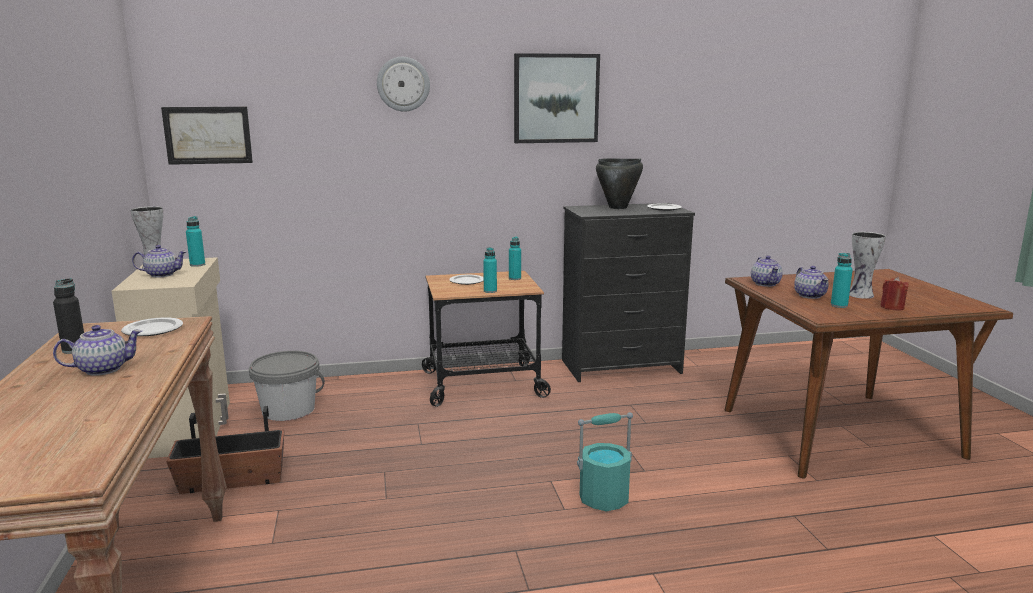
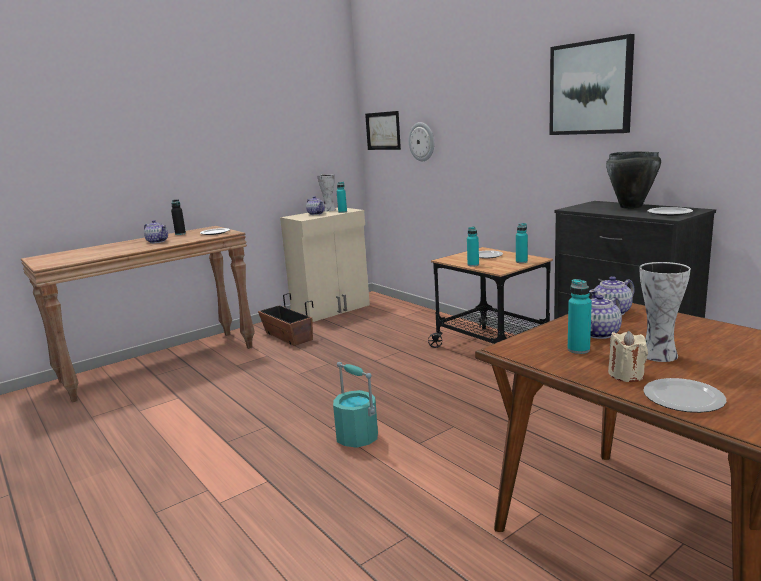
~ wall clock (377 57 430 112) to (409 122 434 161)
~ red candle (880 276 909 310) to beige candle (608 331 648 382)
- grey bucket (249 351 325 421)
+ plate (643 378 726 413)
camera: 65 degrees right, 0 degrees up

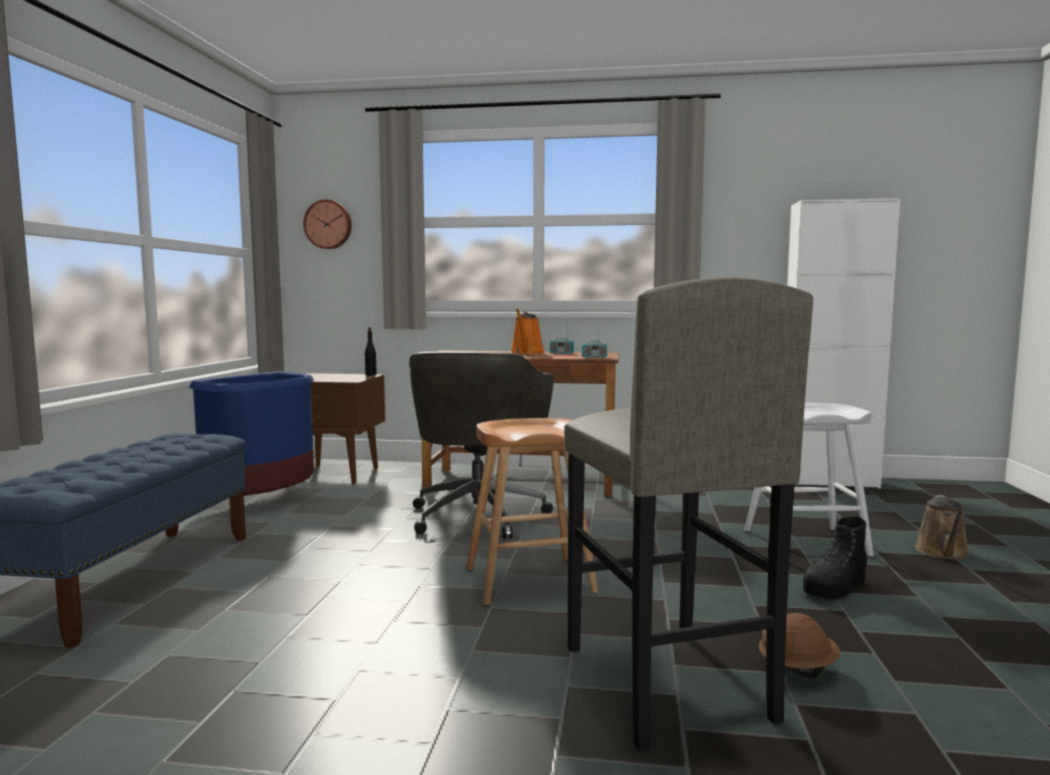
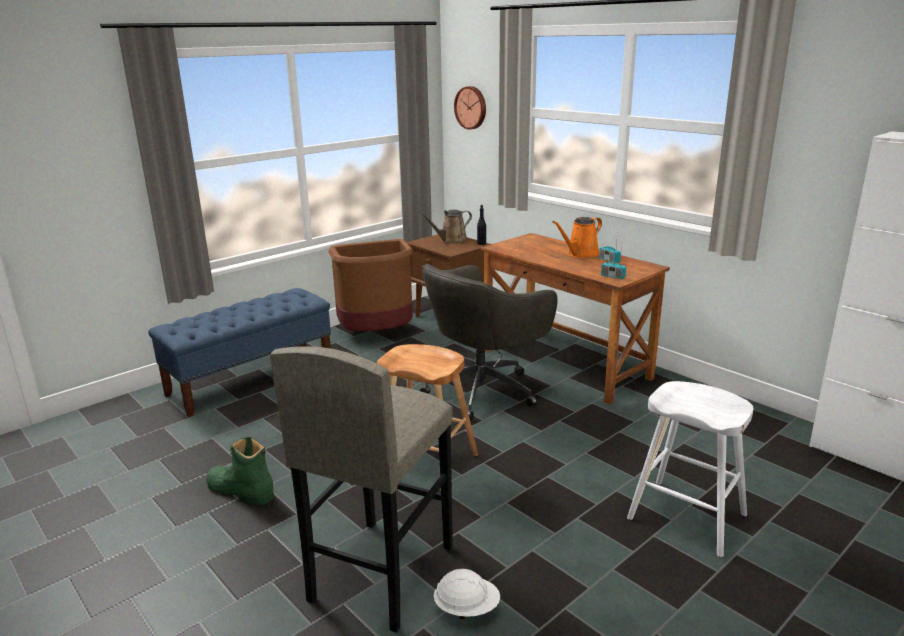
~ blue trash can (189 371 314 496) to brown trash can (328 239 413 331)
~ brown watering can (915 495 970 560) to (419 209 472 243)
- black boot (803 516 867 599)
~ brown hard hat (759 613 840 678) to white hard hat (434 569 500 620)
+ green boot (206 437 274 505)
camera: 40 degrees right, 15 degrees up

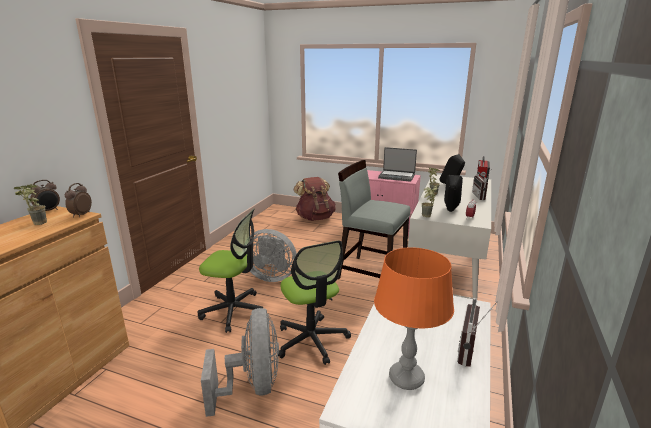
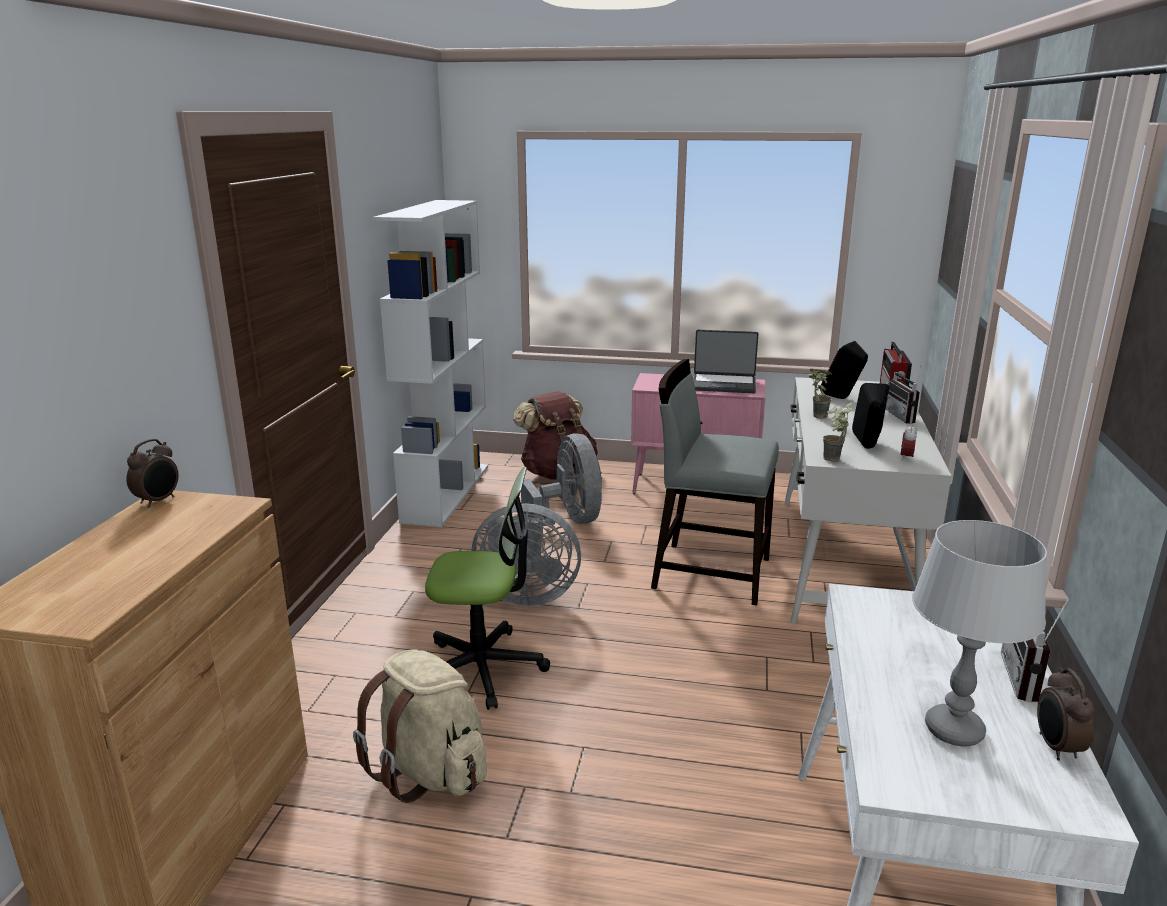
~ alarm clock (65 183 92 218) to (1037 668 1095 761)
- potted plant (14 184 47 225)
- office chair (278 240 351 365)
~ orange table lamp (374 247 454 390) to grey table lamp (912 520 1047 747)
~ grey fan (201 308 279 417) to (521 433 602 542)
+ white bookcase (373 200 488 527)
+ beige backpack (353 649 487 803)
camera: 10 degrees left, 0 degrees up

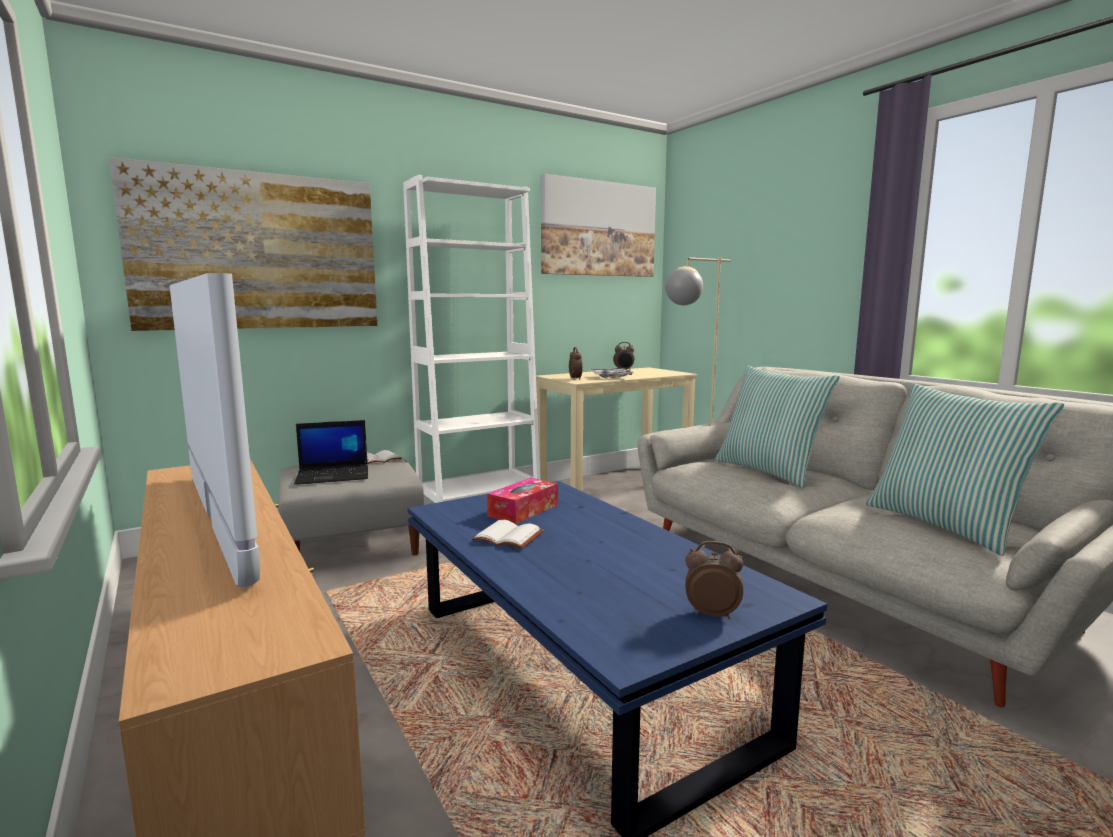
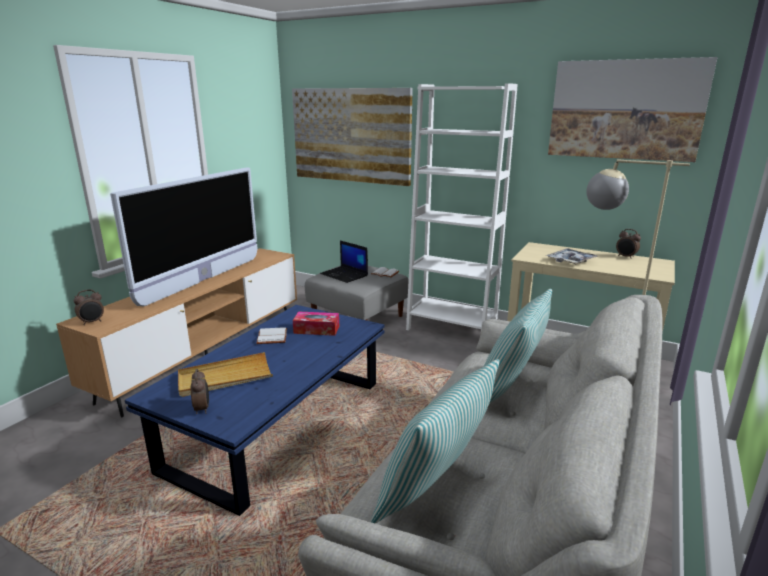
~ alarm clock (569 347 583 380) to (74 289 104 325)
+ beige tray (178 352 273 397)
camera: 60 degrees right, 10 degrees up

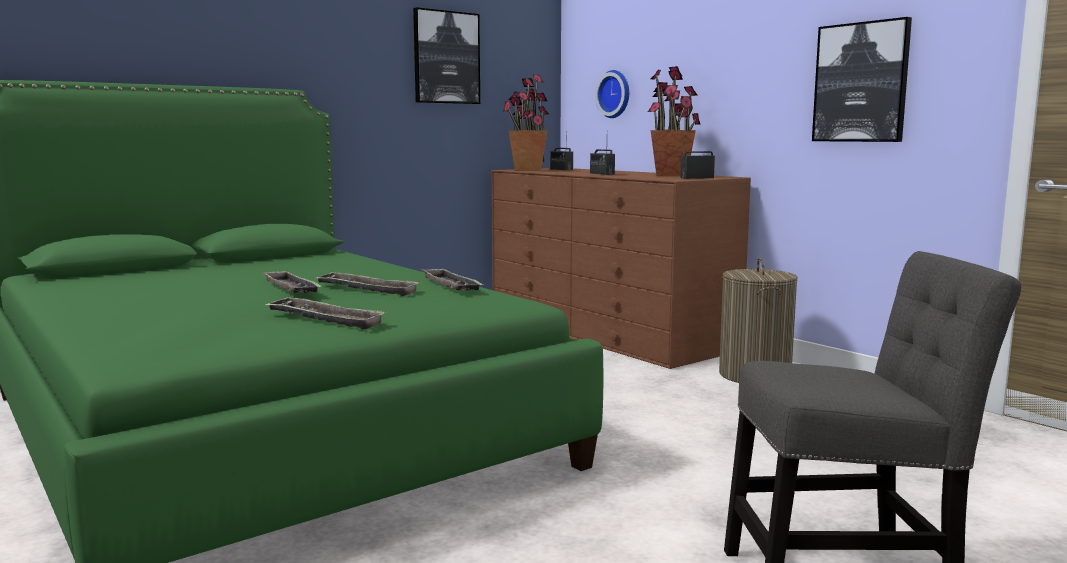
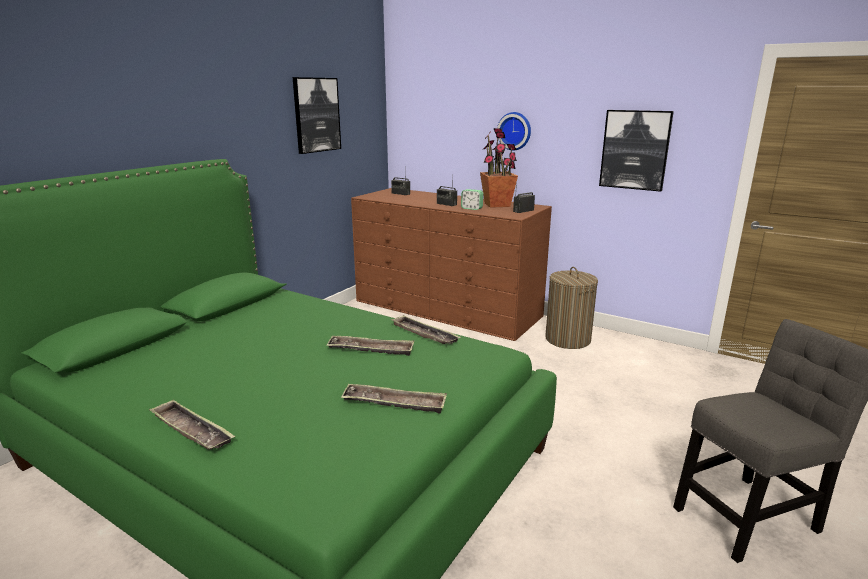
~ wall clock (595 70 629 118) to (497 112 531 151)
- potted plant (503 74 549 171)
~ tray (262 271 322 293) to (149 399 235 450)
+ alarm clock (461 189 483 210)
camera: 20 degrees left, 10 degrees up

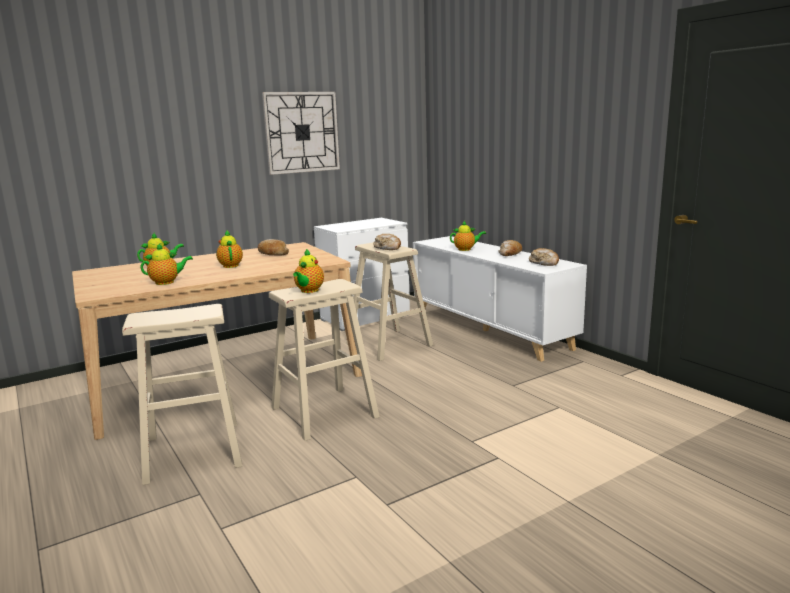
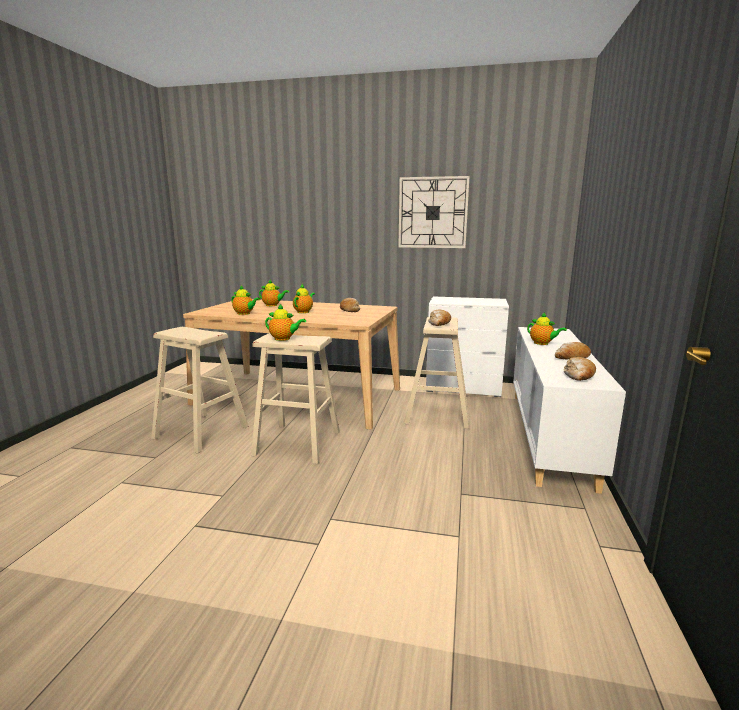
~ teapot (293 249 324 293) = (265 304 306 341) 135 degrees counterclockwise
camera: 45 degrees right, 0 degrees up

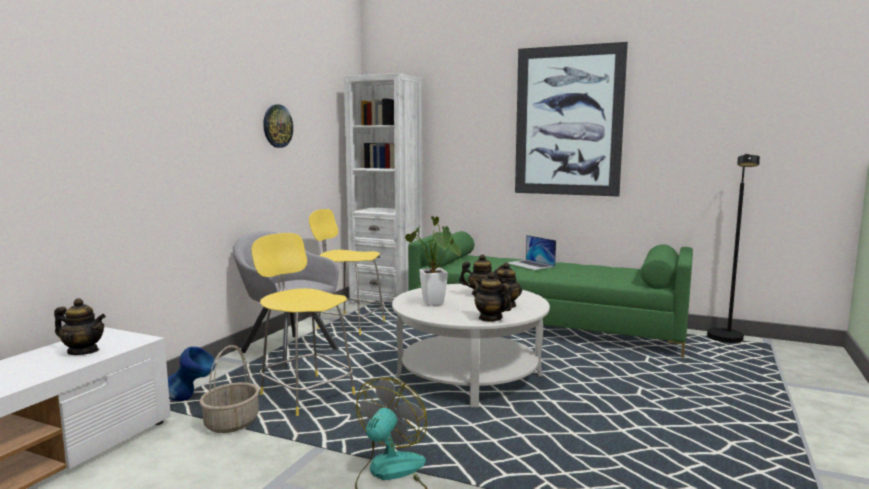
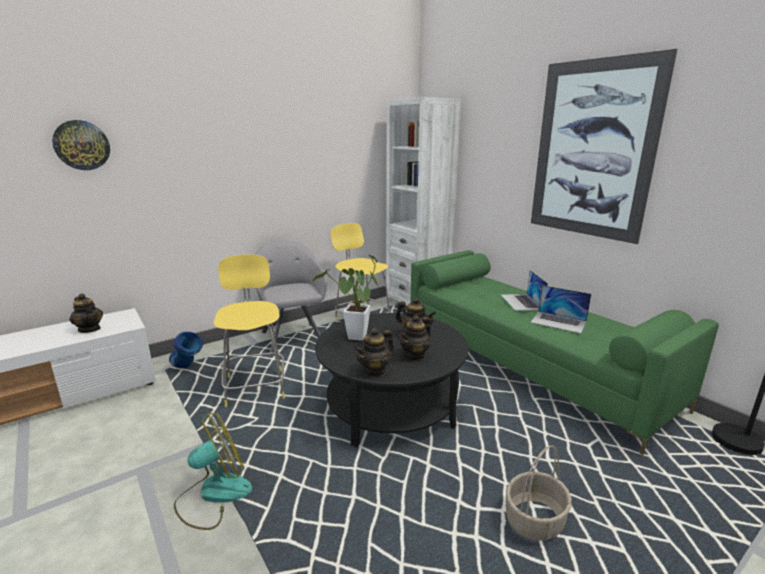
~ wall clock (263 104 293 148) to (52 120 110 170)
~ teapot (472 272 512 322) = (354 328 394 377) 120 degrees counterclockwise
~ white coffee table (392 284 550 407) to black coffee table (315 313 468 447)
~ basket (200 345 260 433) to (506 445 572 541)
+ laptop (530 285 591 333)
camera: 30 degrees right, 10 degrees up

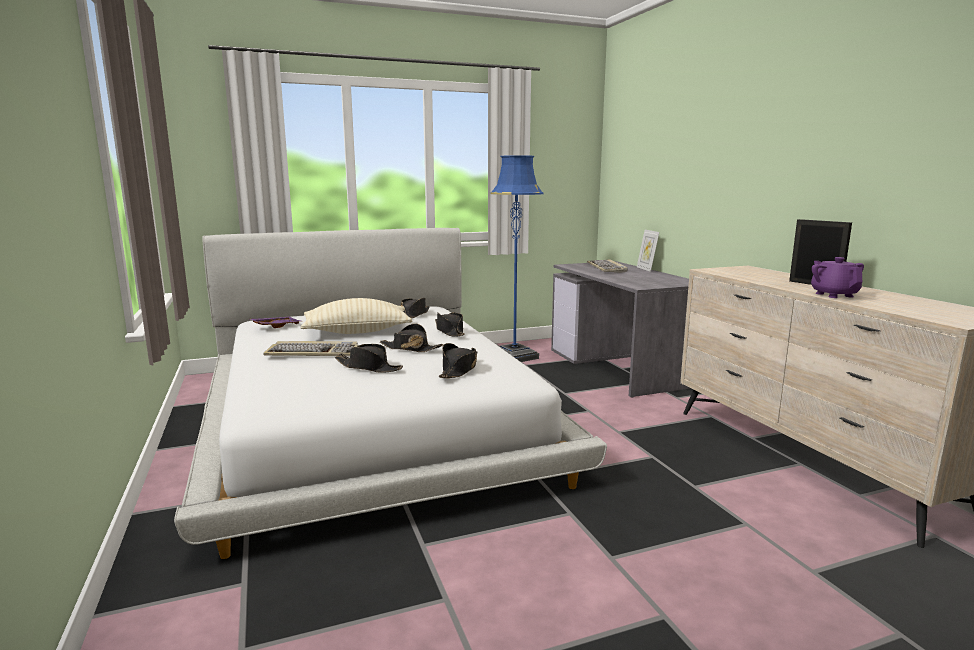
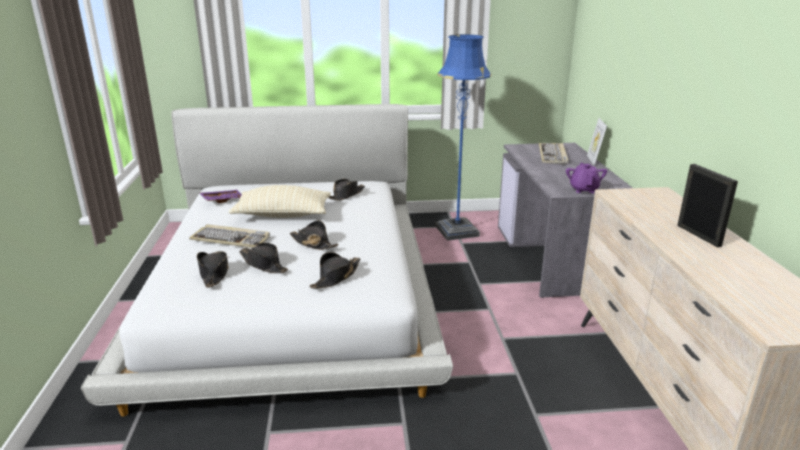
~ purple teapot (811 257 864 298) to (566 163 607 193)
~ black hat (435 312 465 337) to (197 251 229 288)
camera: 15 degrees right, 10 degrees up

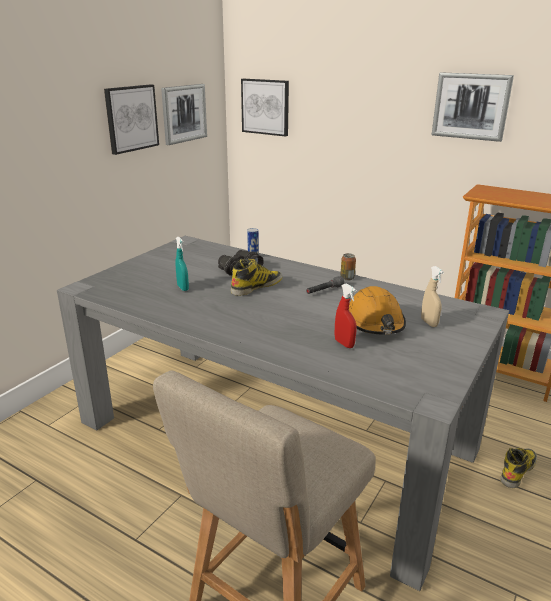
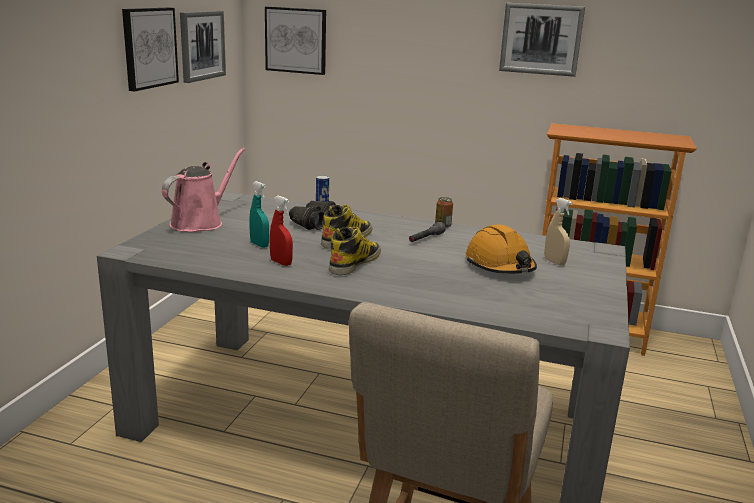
~ red spray bottle (335 284 357 348) to (270 196 293 266)
~ boot (500 448 537 488) to (329 227 381 275)
+ pink watering can (162 148 245 232)
camera: 15 degrees left, 5 degrees down

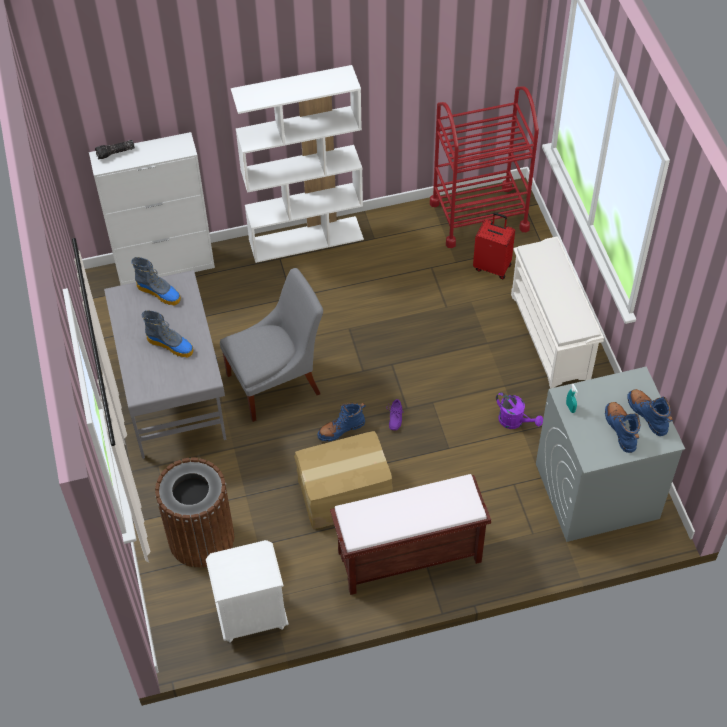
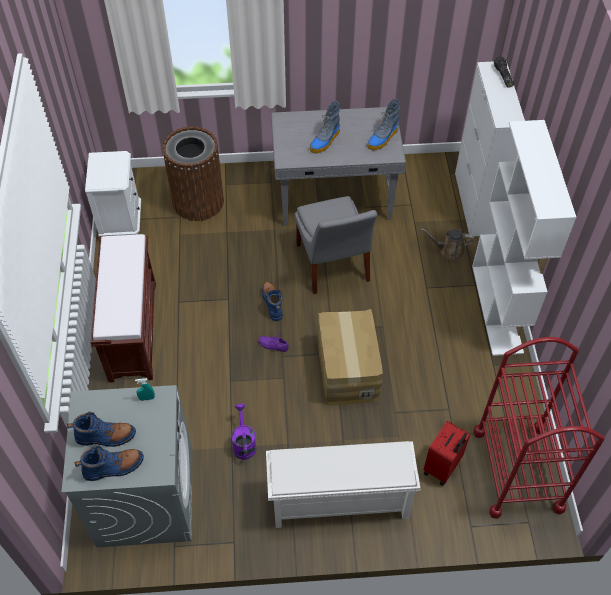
~ purple watering can (496 392 543 429) = (232 404 257 460) 120 degrees clockwise
~ cardboard box (294 431 393 529) to (318 309 383 406)
+ brown watering can (421 228 474 260)
camera: 100 degrees right, 0 degrees up

